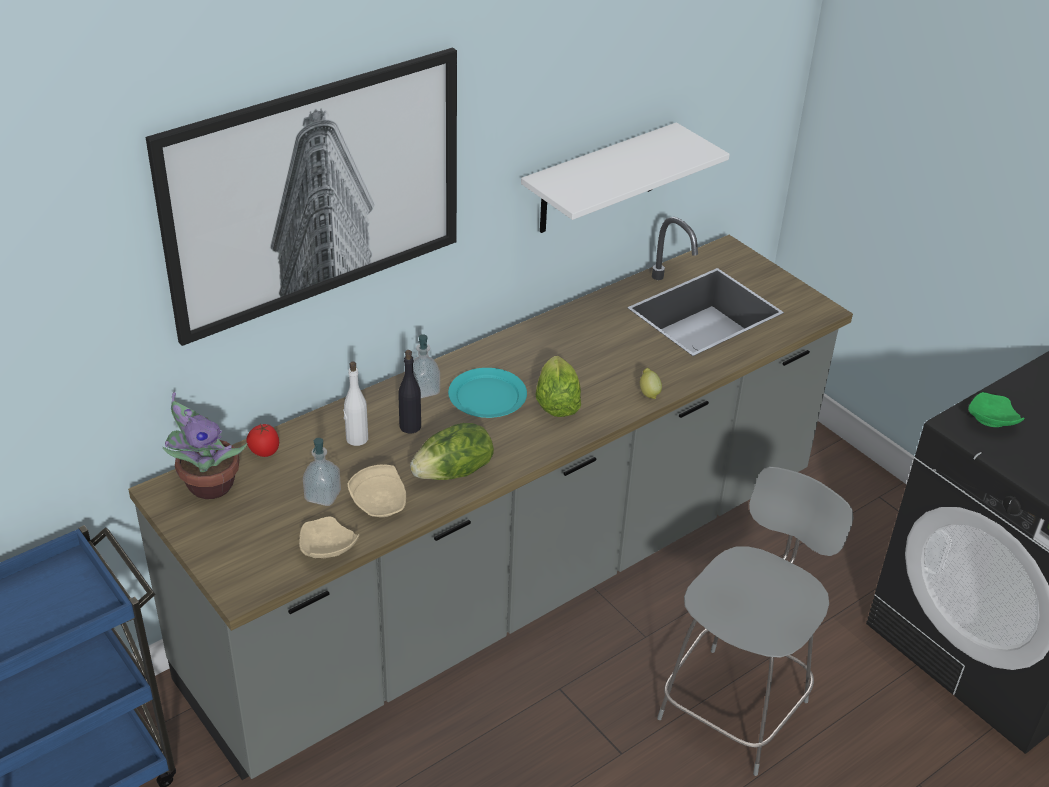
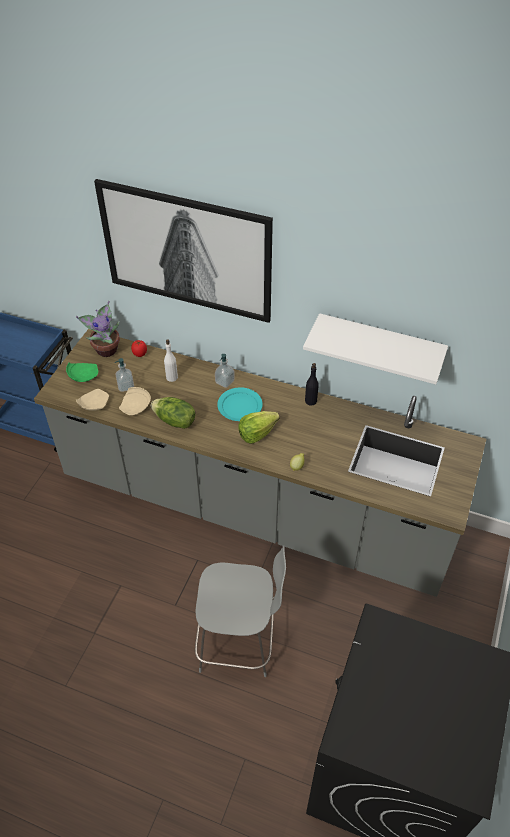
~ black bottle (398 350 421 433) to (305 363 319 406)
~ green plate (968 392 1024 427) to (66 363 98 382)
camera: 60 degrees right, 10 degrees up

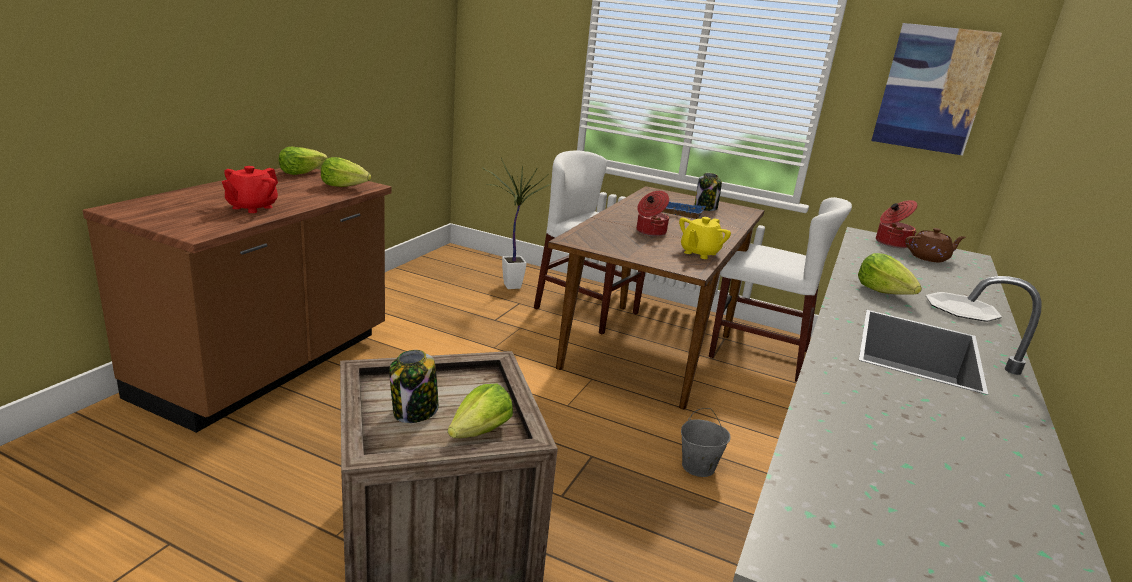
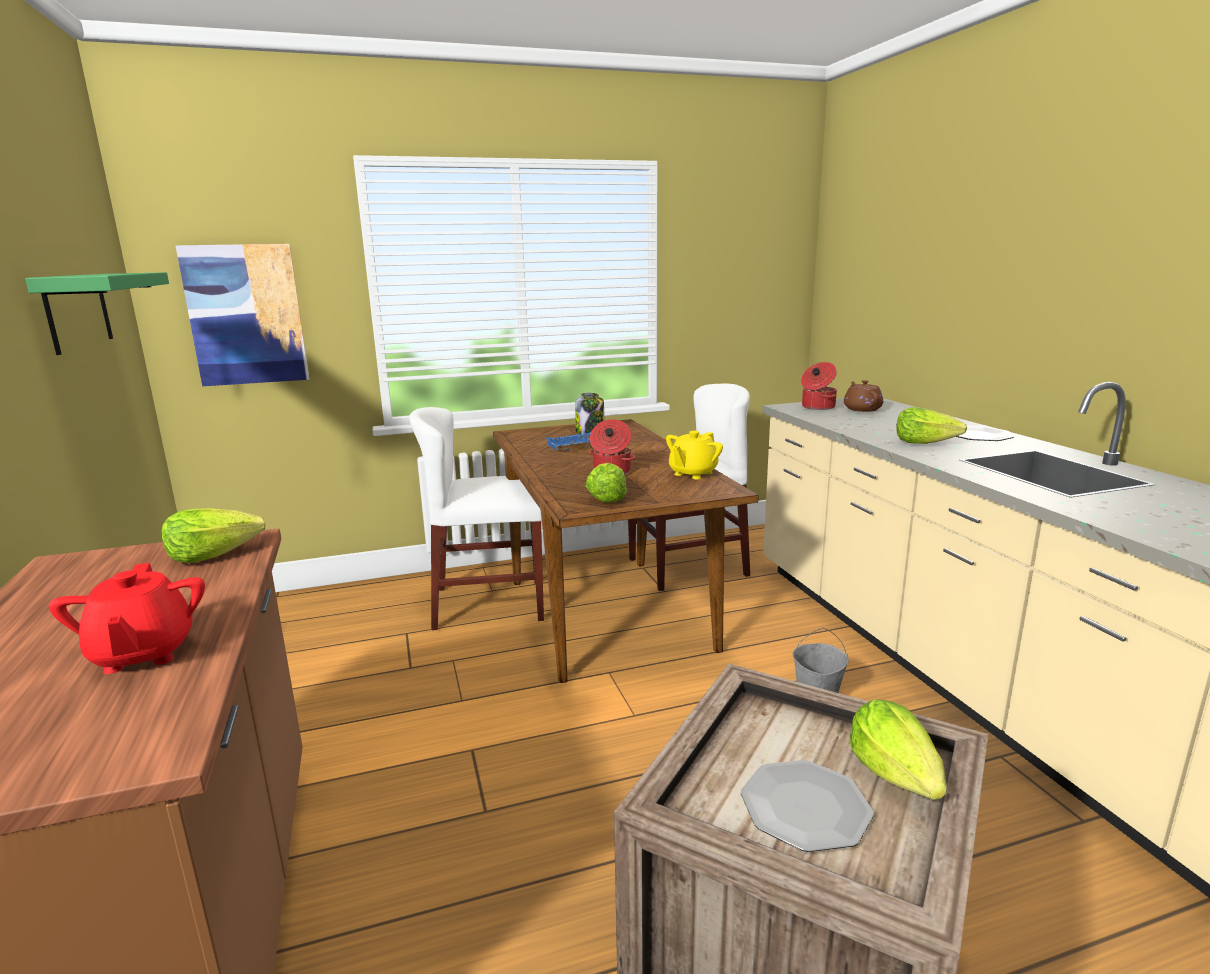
~ picture (871 23 1002 155) to (175 244 309 386)
~ lettuce (279 147 328 175) to (585 463 627 503)
- potted plant (482 158 551 289)
~ yellow teapot (679 217 731 259) = (666 431 723 479) 45 degrees clockwise
~ brown teapot (905 228 966 262) = (844 380 883 412) 45 degrees counterclockwise
~ jar (389 350 439 423) to plate (741 760 874 852)
+ green shelf (25 272 169 355)
camera: 40 degrees left, 5 degrees down

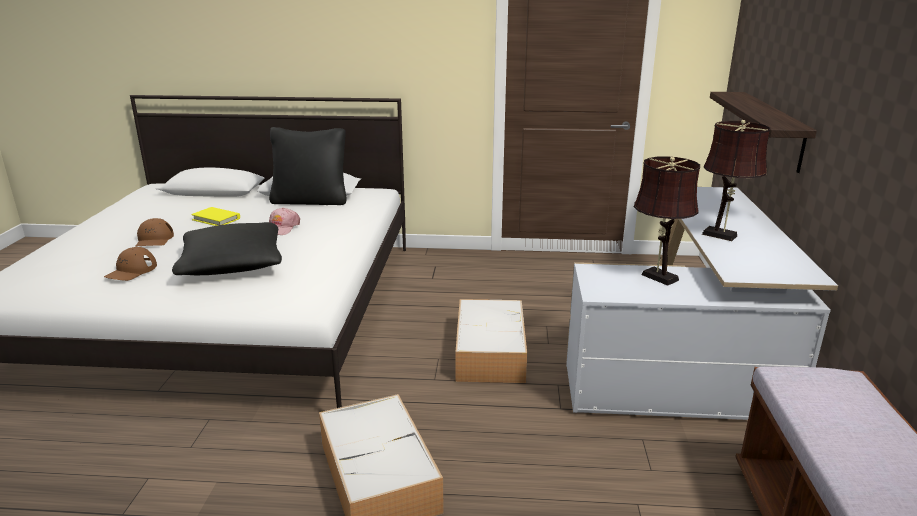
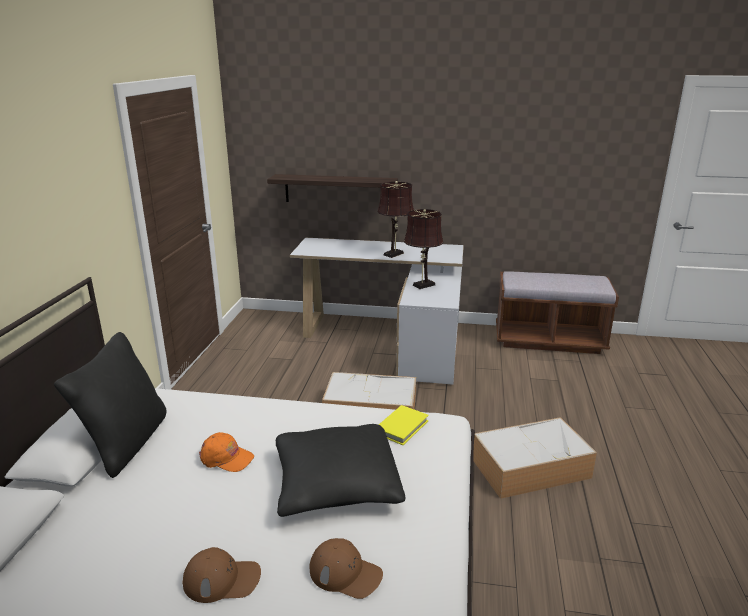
~ yellow book (191 207 240 226) to (379 405 429 445)
~ pink cap (269 207 300 235) to orange cap (199 432 254 472)
camera: 85 degrees left, 0 degrees up

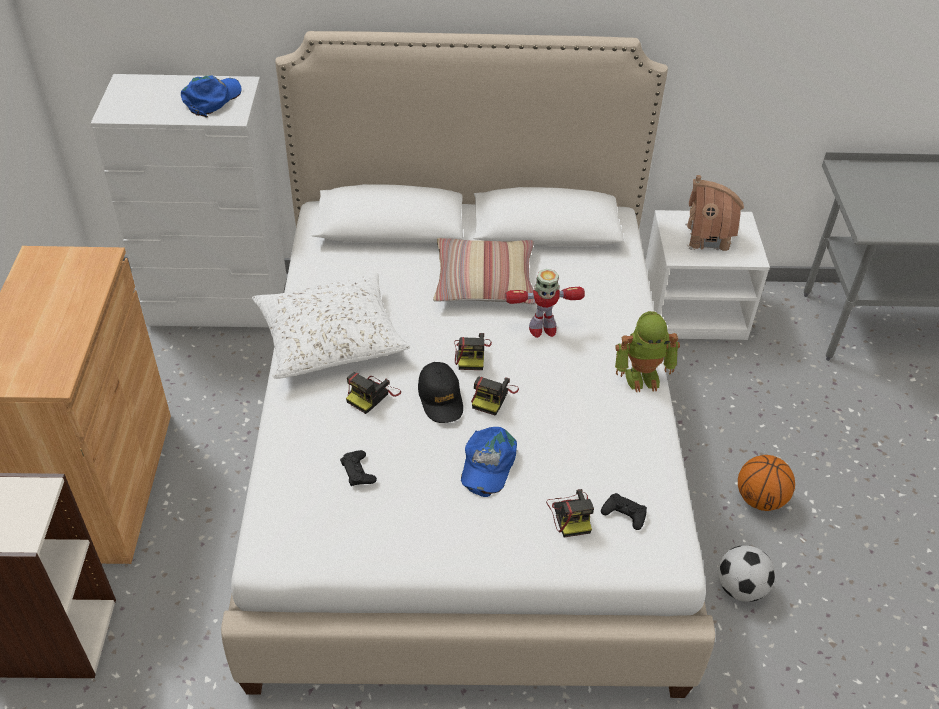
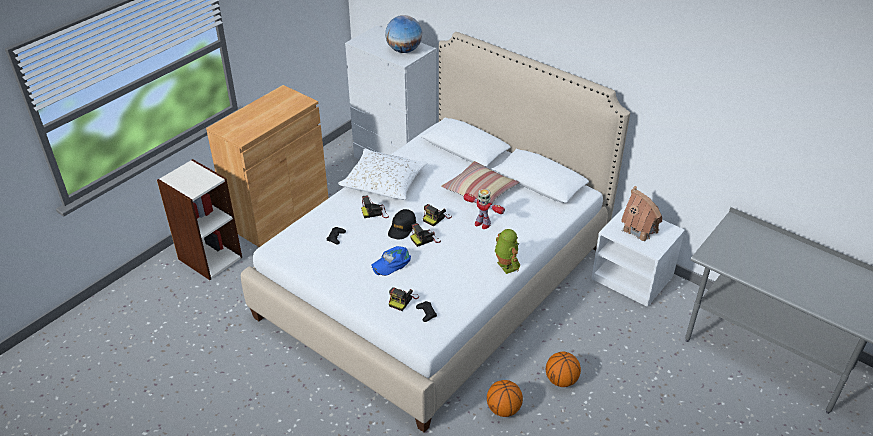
~ blue cap (181 75 242 117) to globe (385 15 422 53)
~ toy robot (615 311 680 392) = (495 229 520 274) 150 degrees counterclockwise
~ football (718 545 775 602) to basketball (487 380 523 417)
camera: 40 degrees right, 5 degrees down

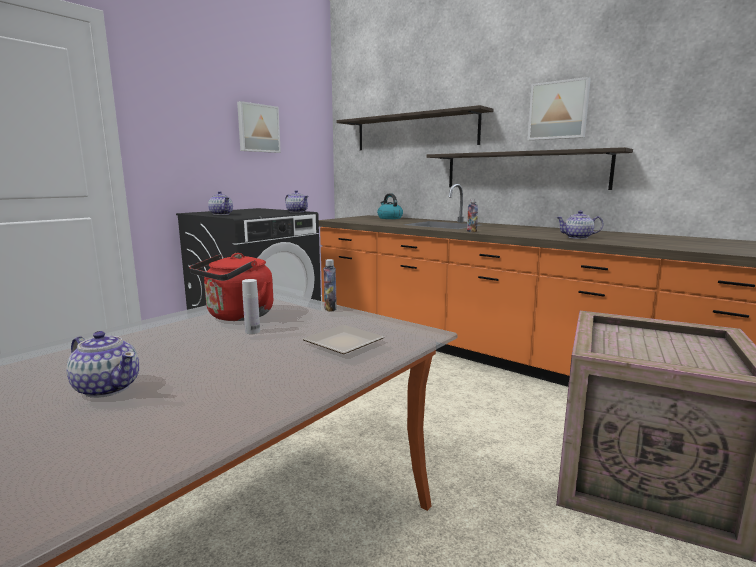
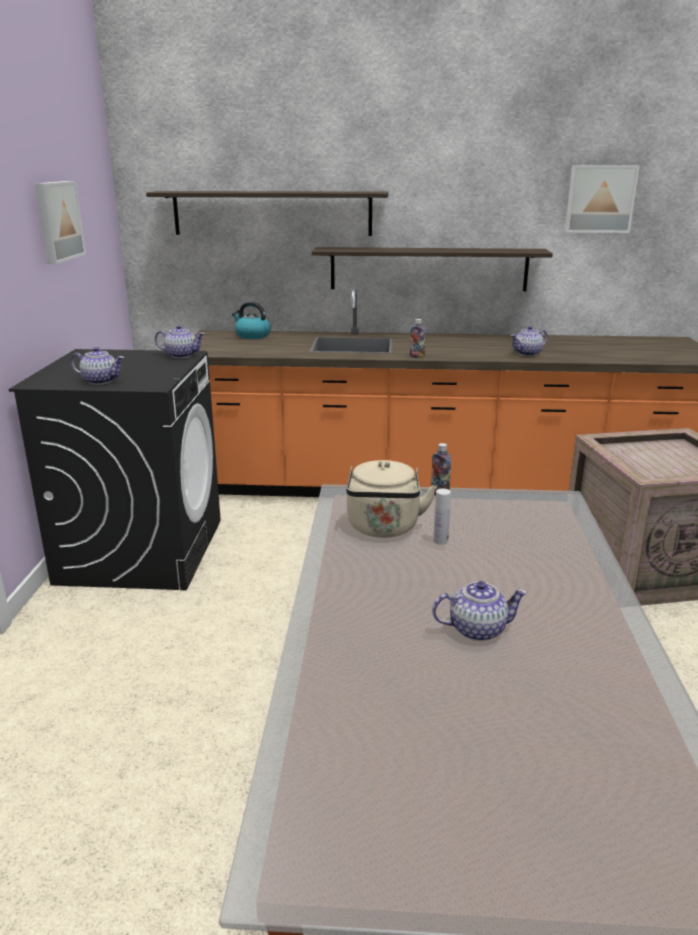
~ picture (528 77 591 140) to (565 165 640 233)
~ red kettle (189 253 273 321) to beige kettle (346 460 437 538)
- plate (302 325 384 354)
camera: 35 degrees left, 10 degrees up

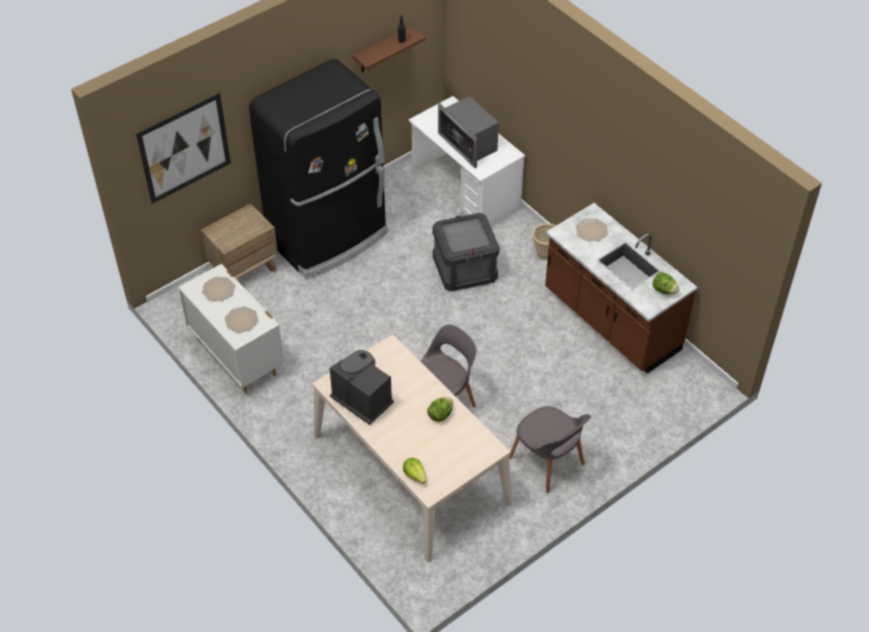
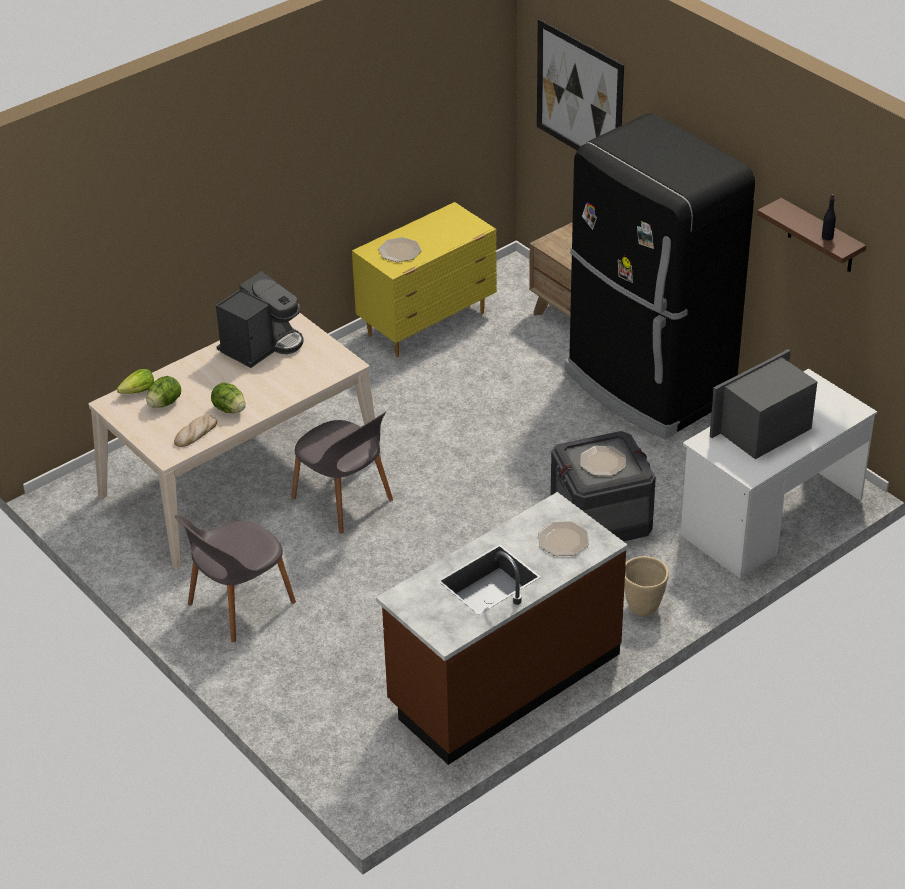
~ white dresser (178 264 284 394) to yellow dresser (352 202 497 357)
~ lettuce (652 272 679 295) to (146 376 181 408)
~ plate (202 277 235 301) to (580 446 626 476)
+ bread (174 414 217 447)
camera: 90 degrees right, 10 degrees down

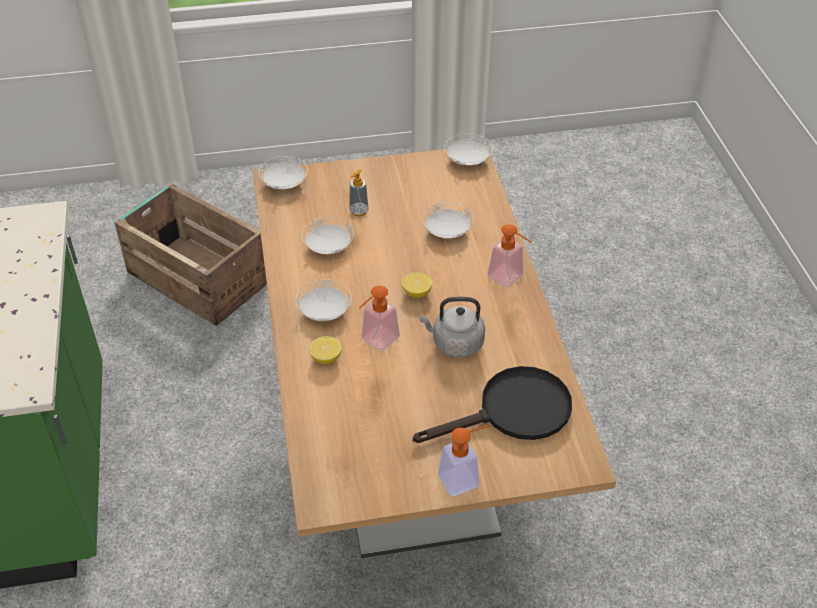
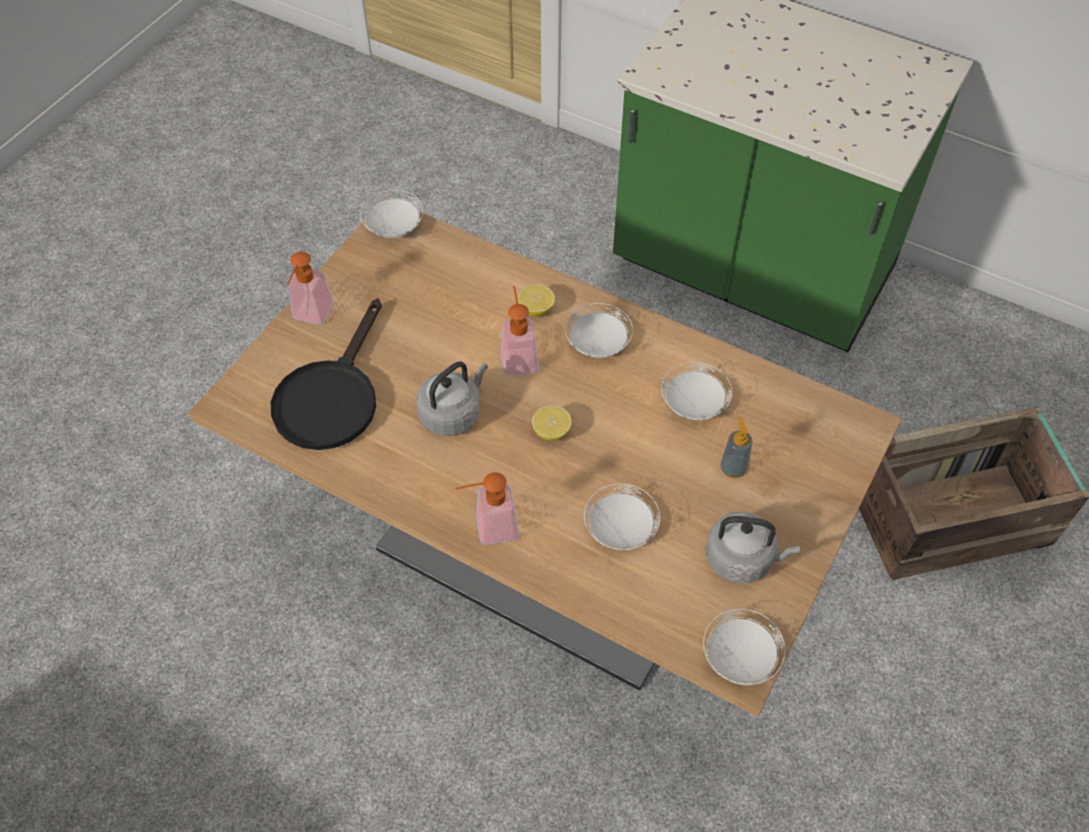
~ white plate (259 156 308 189) to (360 190 423 238)
+ grey kettle (706 512 800 583)
camera: 130 degrees right, 10 degrees up

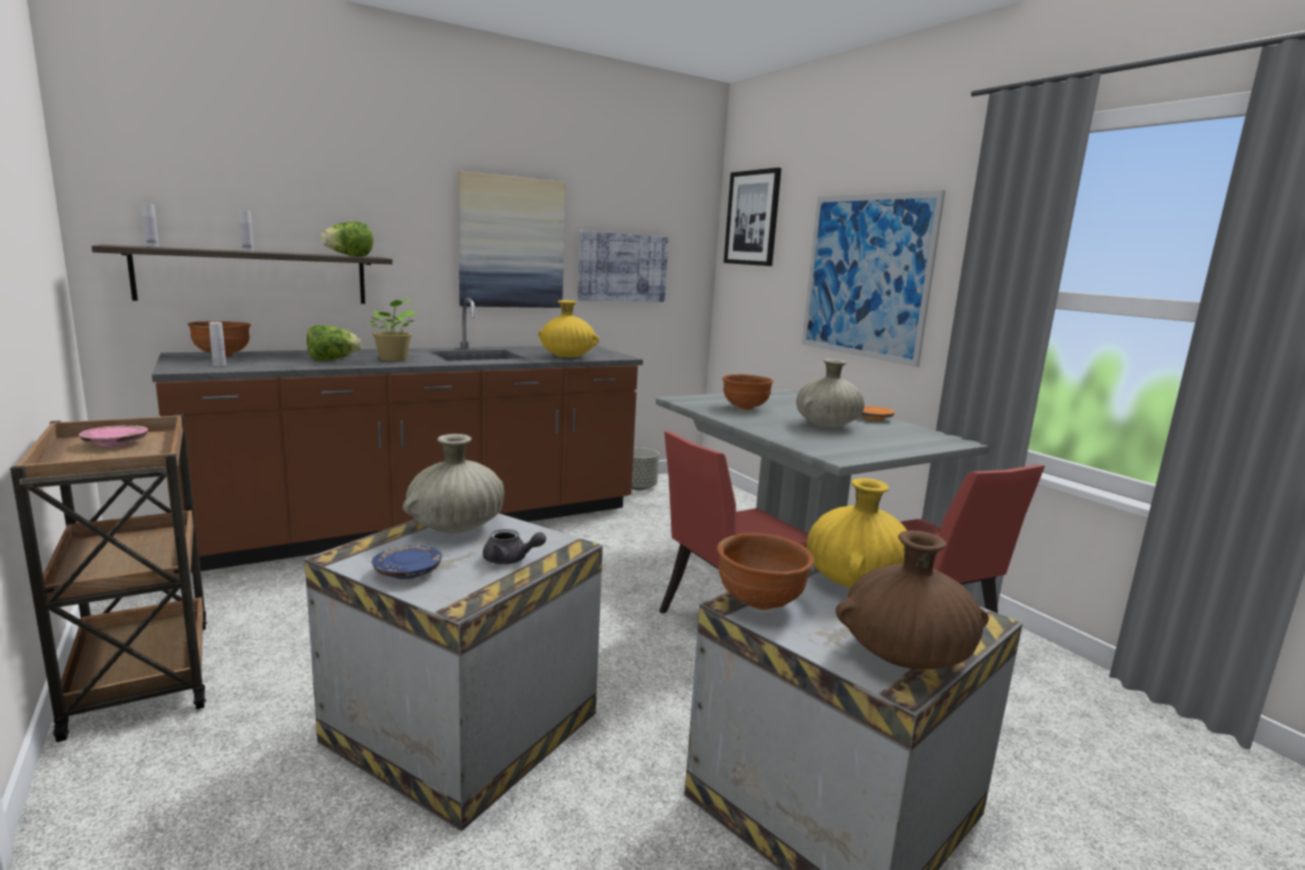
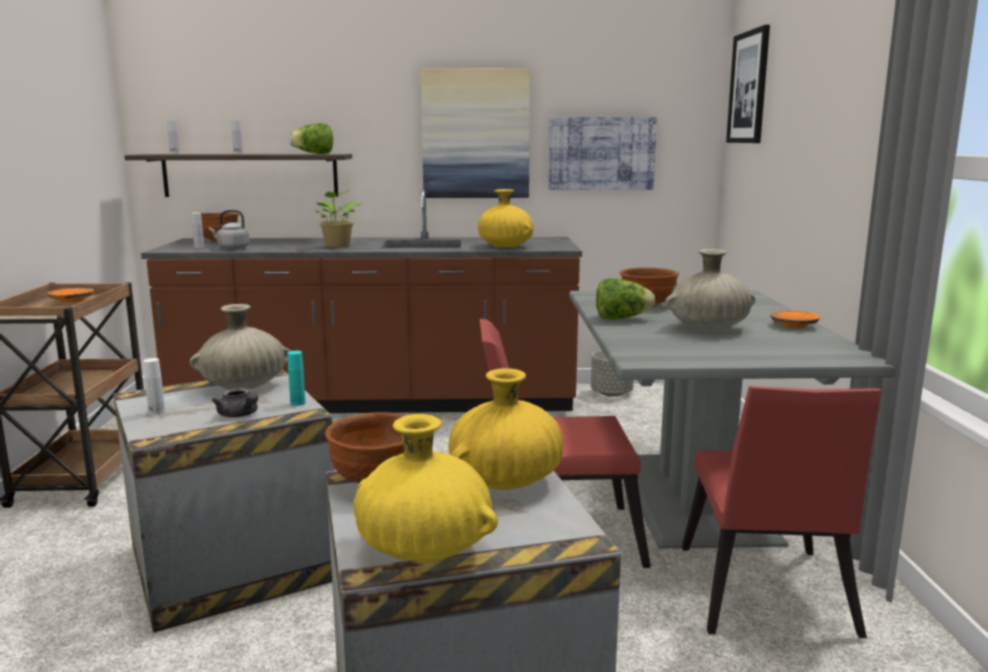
- picture (802 190 945 367)
~ lettuce (307 325 362 361) to (596 278 655 320)
~ pink plate (78 425 148 447) to orange plate (47 288 94 303)
~ brown vase (835 531 989 670) to yellow vase (353 414 498 562)
~ blue plate (372 545 442 579) to white bottle (143 358 165 415)
+ grey kettle (209 210 250 250)
+ turquoise bottle (287 351 306 406)
camera: 30 degrees right, 0 degrees up

